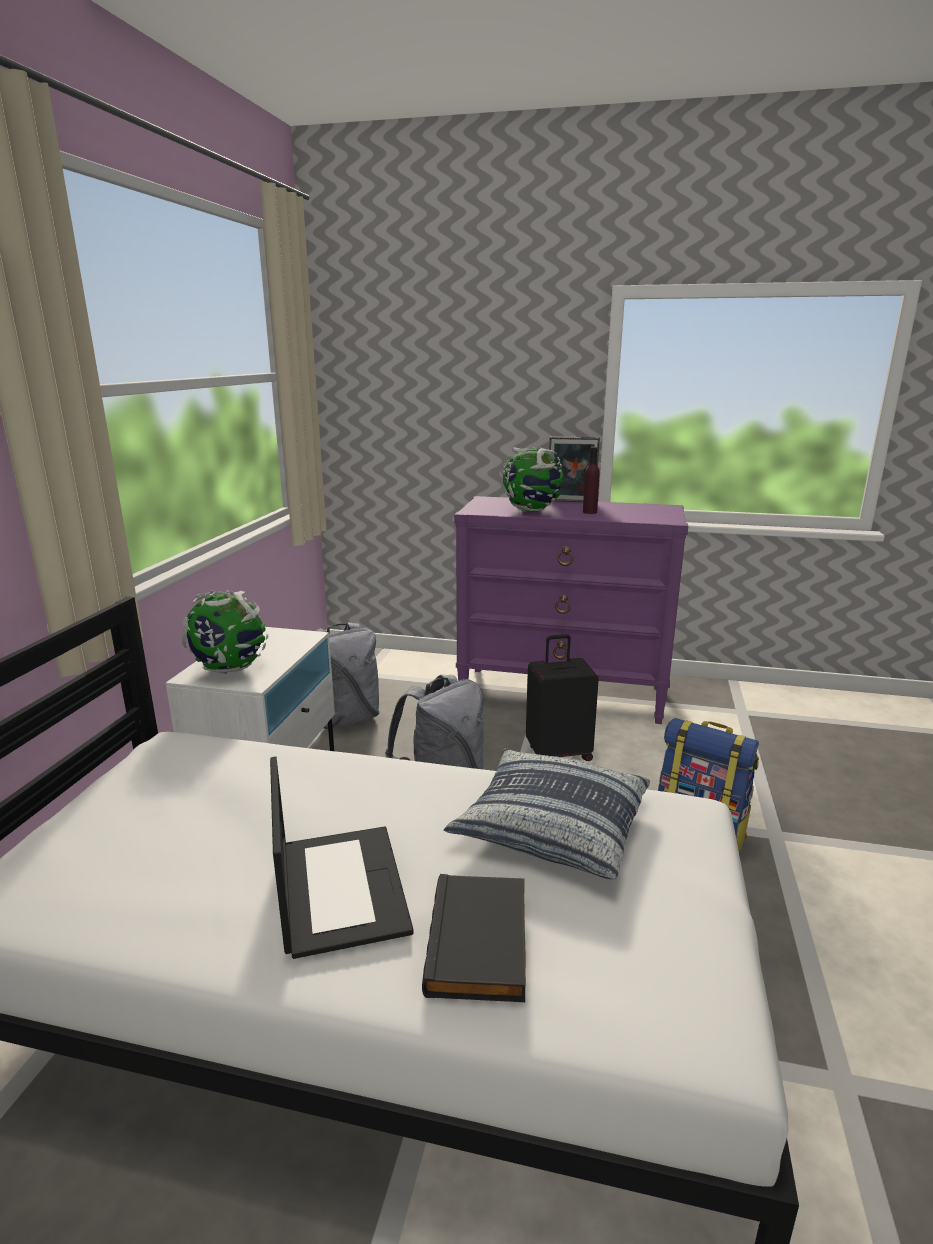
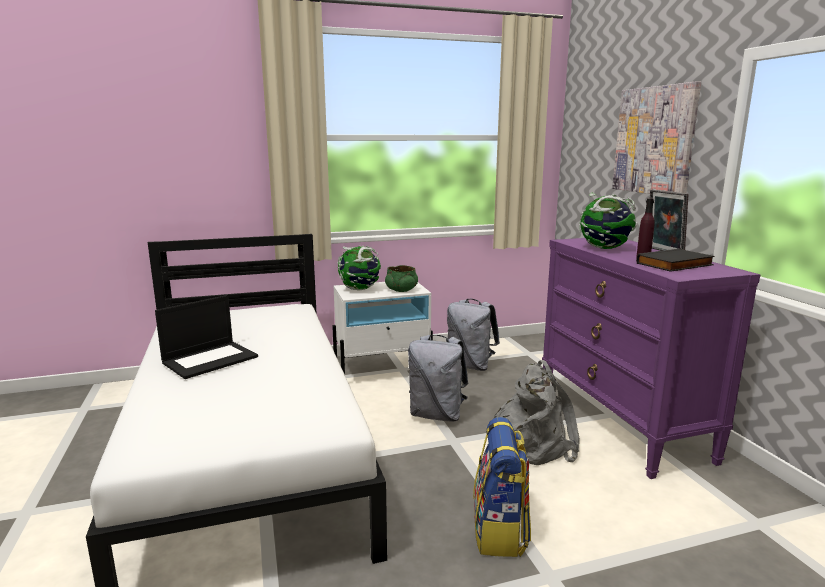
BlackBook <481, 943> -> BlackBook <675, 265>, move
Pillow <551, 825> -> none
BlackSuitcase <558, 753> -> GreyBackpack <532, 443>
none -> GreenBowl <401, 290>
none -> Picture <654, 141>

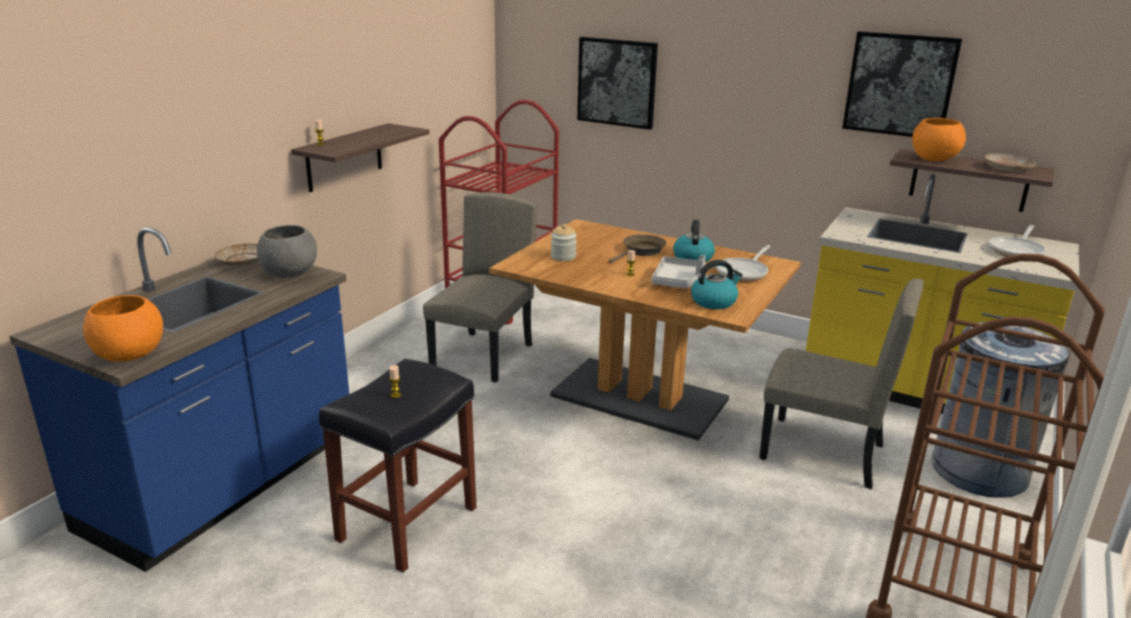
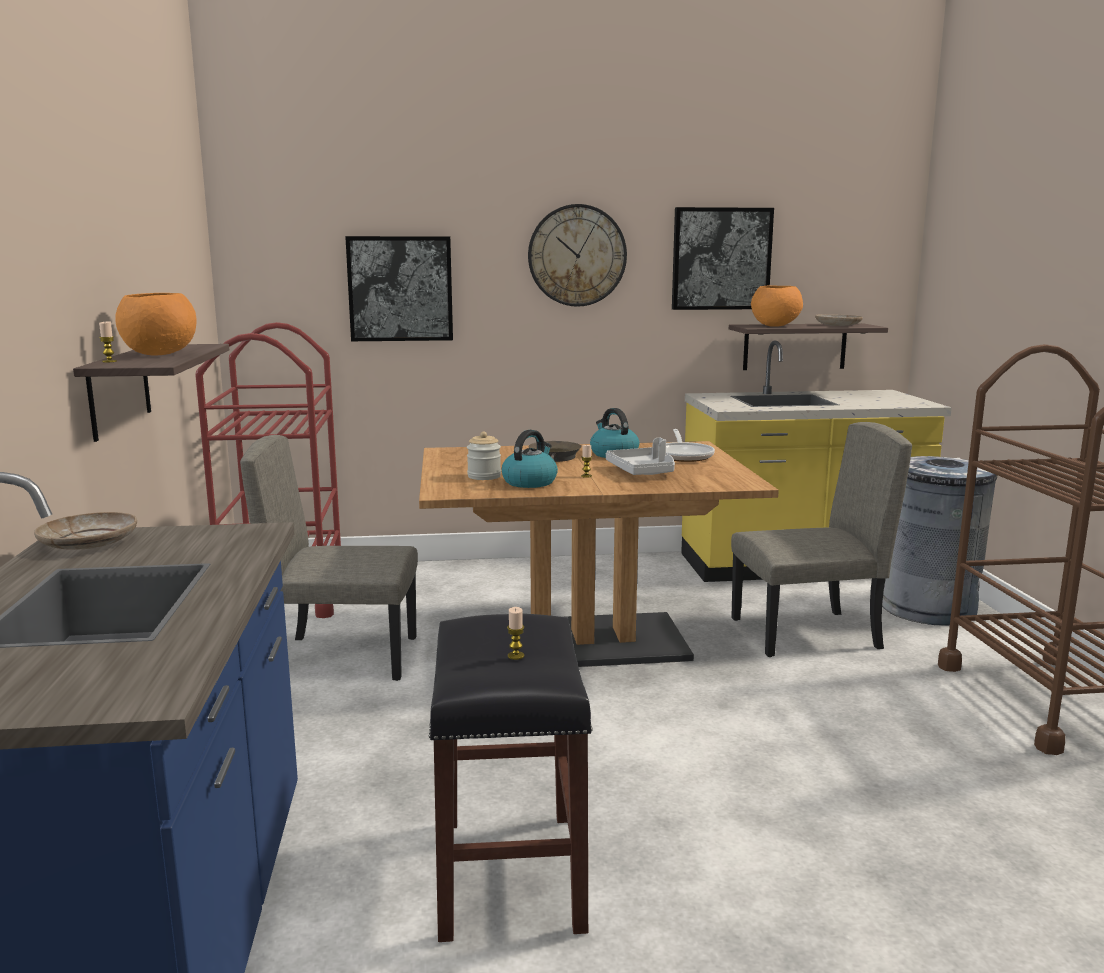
OrangeBowl <130, 356> -> OrangeBowl <161, 354>, move
GreyBowl <290, 274> -> none
BeigeChair <483, 356> -> BeigeChair <346, 657>, 75 degrees counterclockwise
Kettle <714, 301> -> Kettle <530, 482>, move
FryingPan <1017, 251> -> none
none -> WallClock <577, 255>

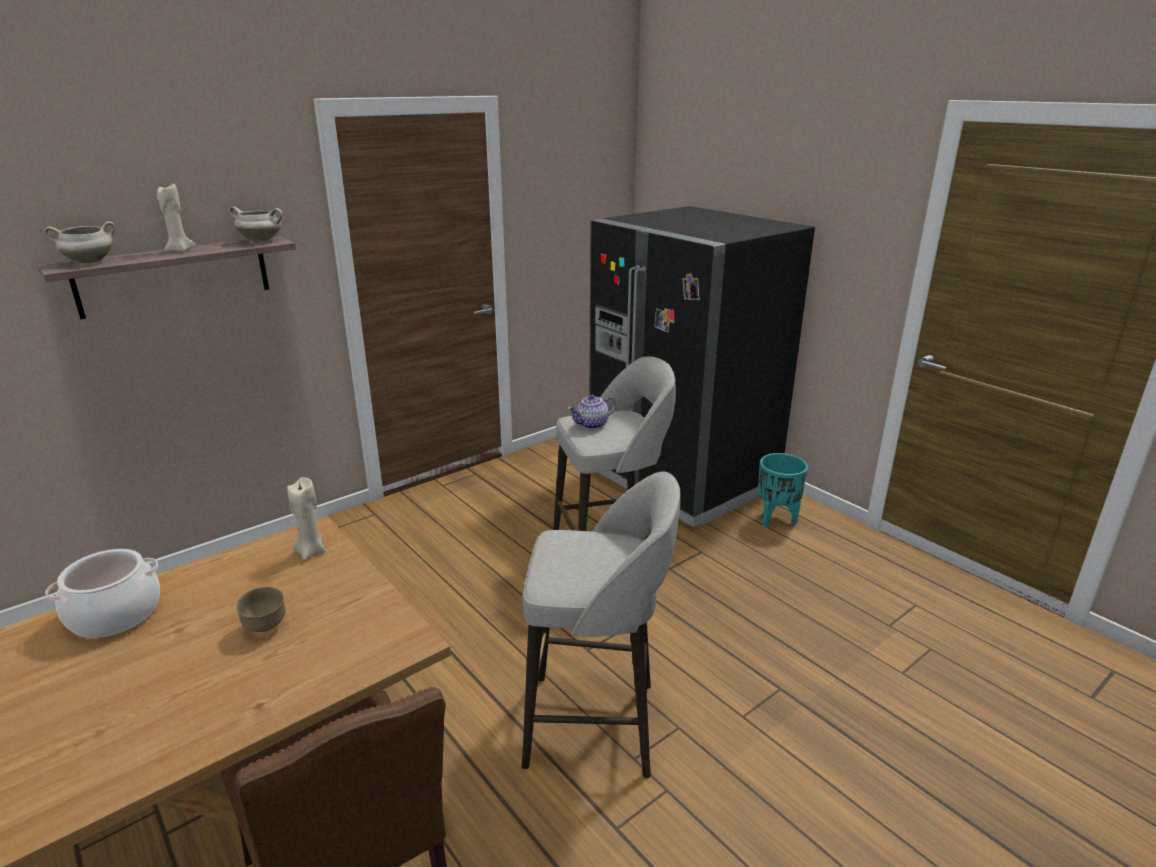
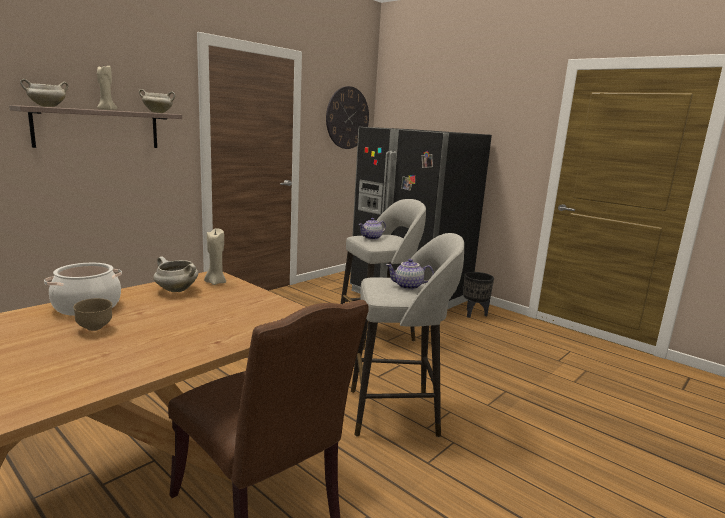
BrownBowl <266, 627> -> BrownBowl <95, 329>, move
TurquoisePlanter <776, 520> -> BlackPlanter <474, 314>
none -> WhiteCookingPot <175, 290>
none -> WallClock <347, 118>
none -> Teapot <408, 286>

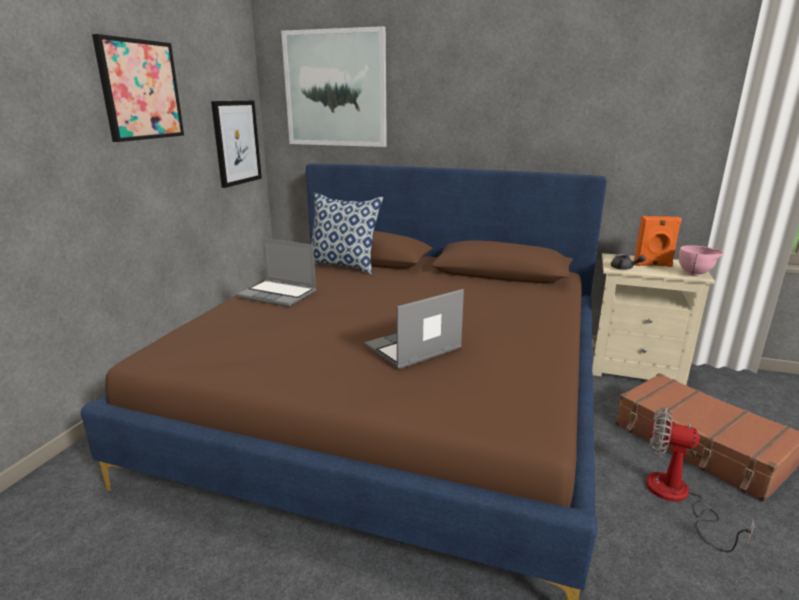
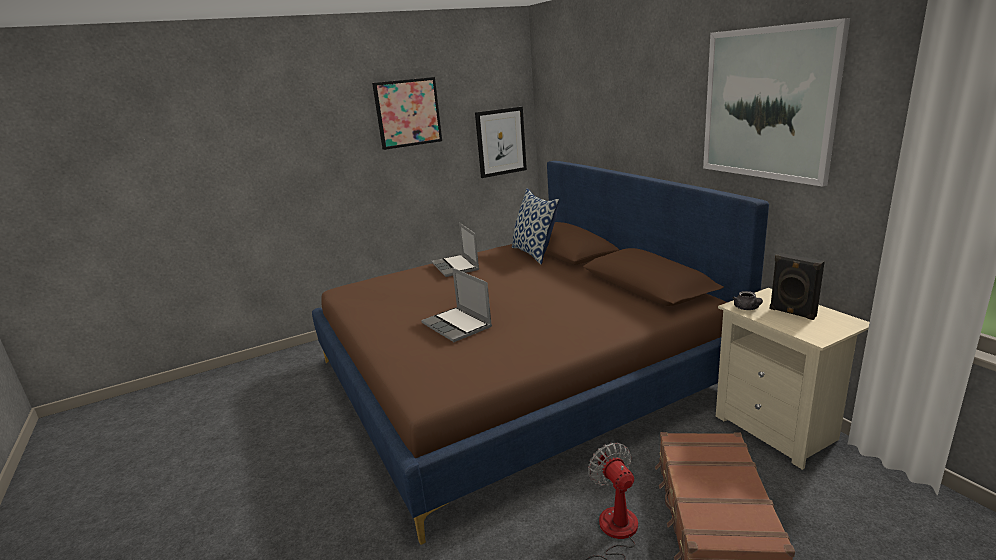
Picture <335, 89> -> Picture <767, 104>, move
Laptop <412, 349> -> Laptop <458, 325>, 135 degrees counterclockwise
OrangeSpeaker <652, 265> -> BlackSpeaker <792, 313>
PinkBowl <696, 274> -> none

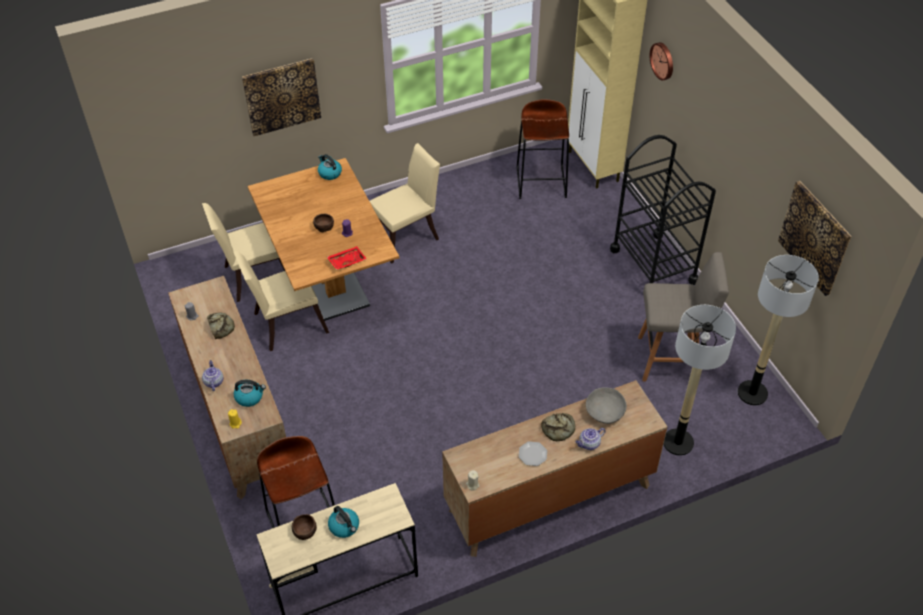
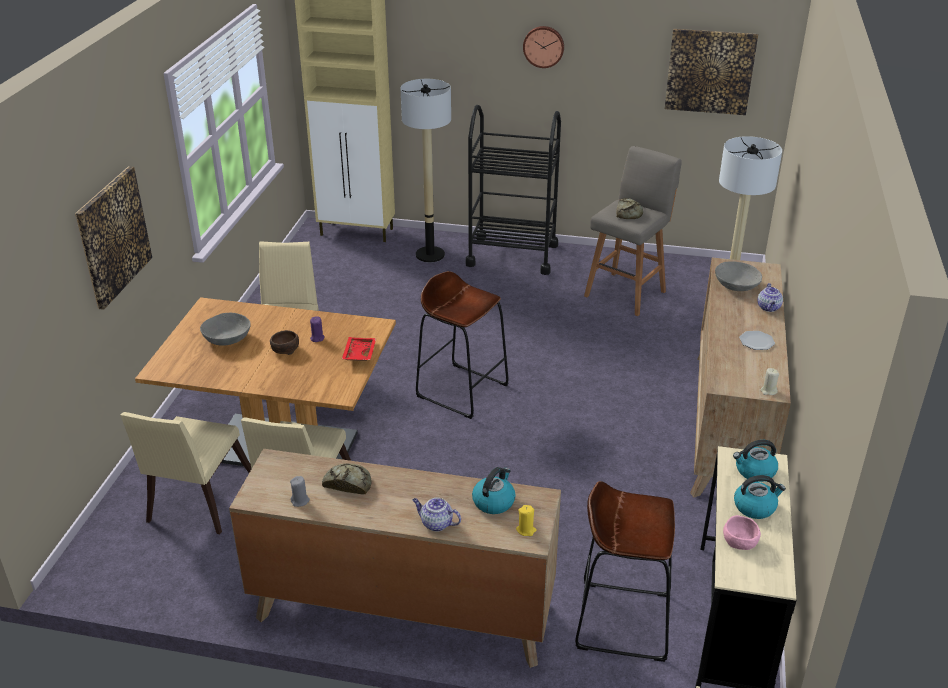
BrownBowl <304, 531> -> PinkBowl <740, 542>
Kettle <329, 173> -> Kettle <754, 471>, move
BrownStool <541, 182> -> BrownStool <462, 390>, move
Bread <559, 429> -> Bread <629, 213>, move
WallClock <663, 60> -> WallClock <543, 46>, move
FloorLamp <752, 393> -> FloorLamp <430, 255>, move
none -> GreyBowl <227, 338>

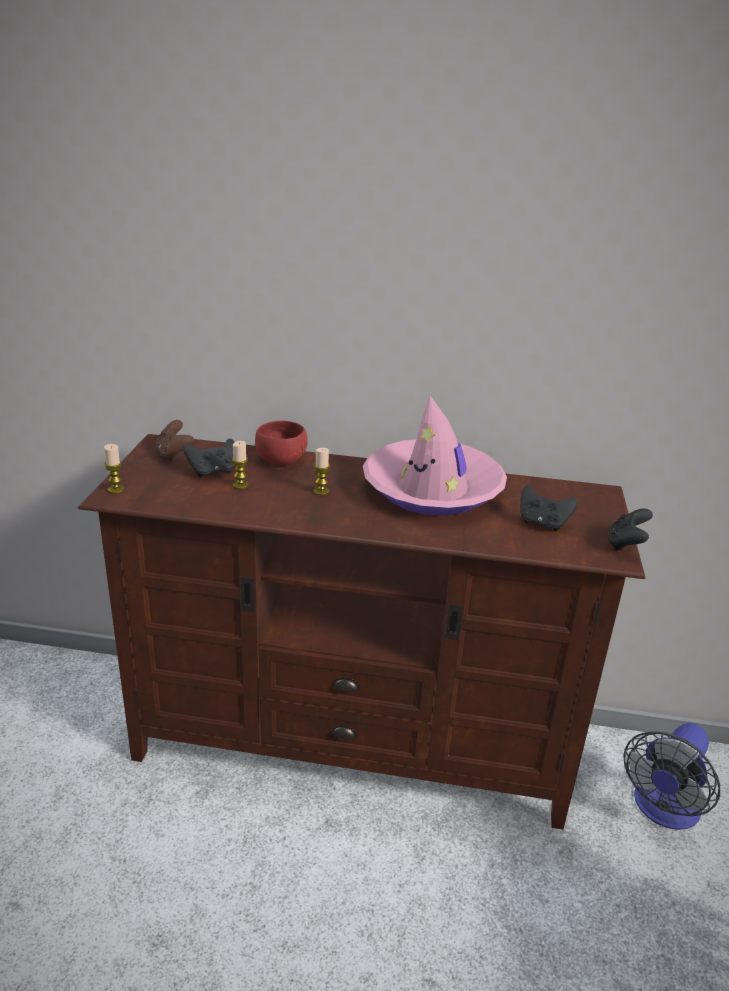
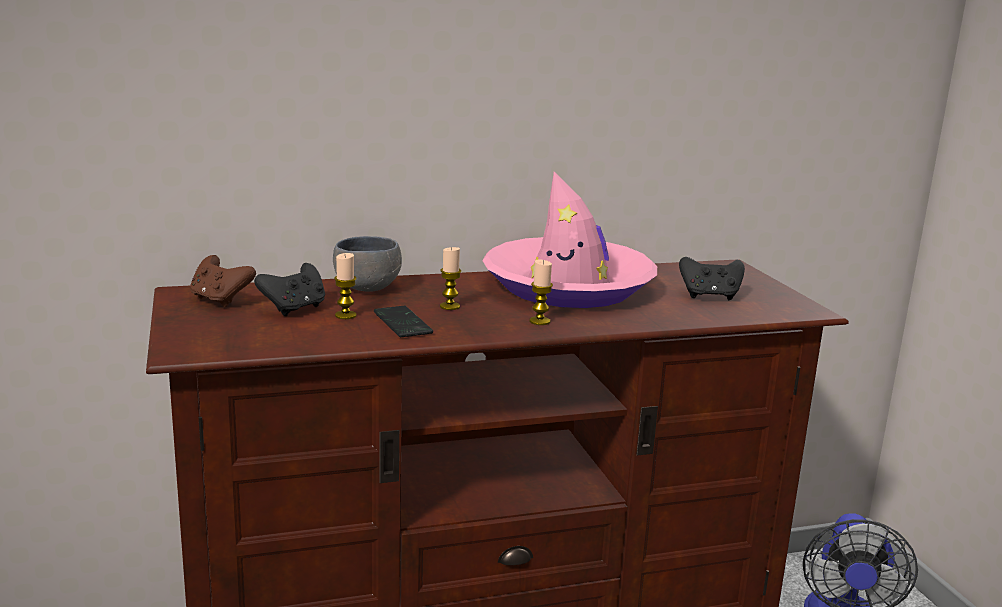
Candle <116, 489> -> Candle <539, 321>, move
RedBowl <279, 460> -> GreyBowl <364, 288>
BlackGameController <626, 544> -> none
none -> Phone <402, 323>

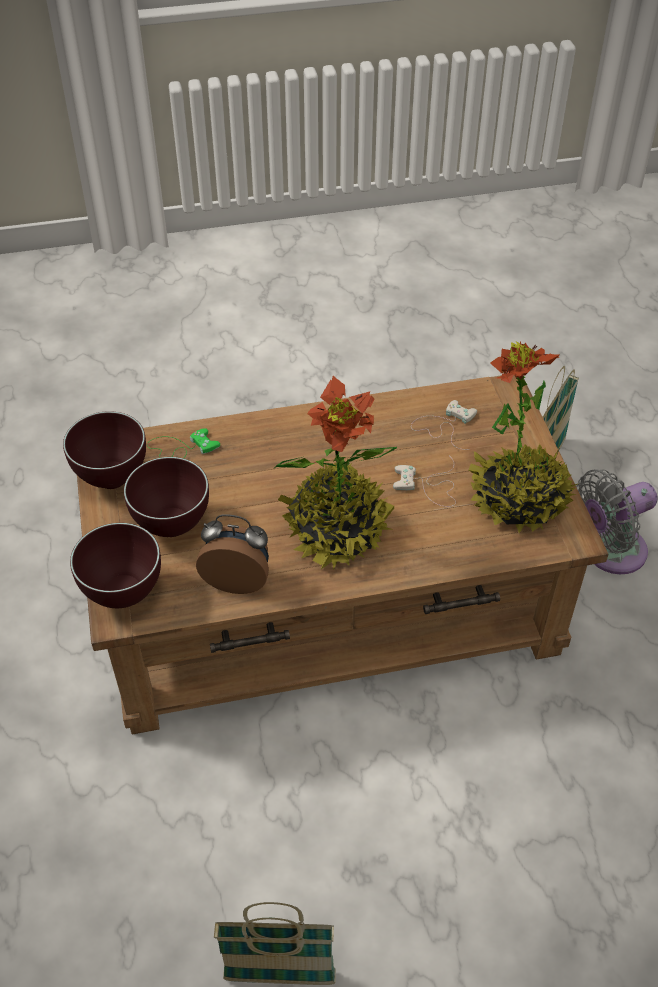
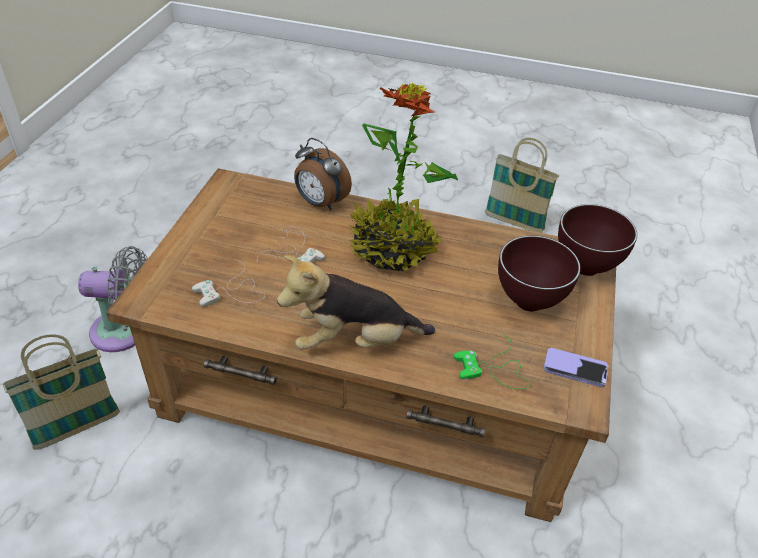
BrownBowl <111, 478> -> Phone <575, 369>
AlarmClock <237, 579> -> AlarmClock <320, 203>, move
PottedPlant <518, 499> -> none
none -> PlushToy <354, 341>

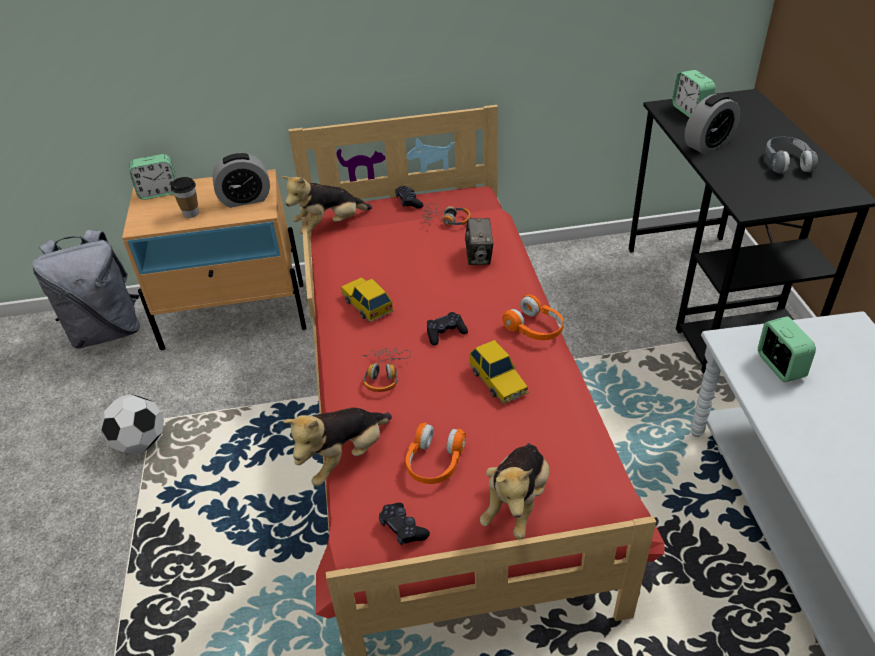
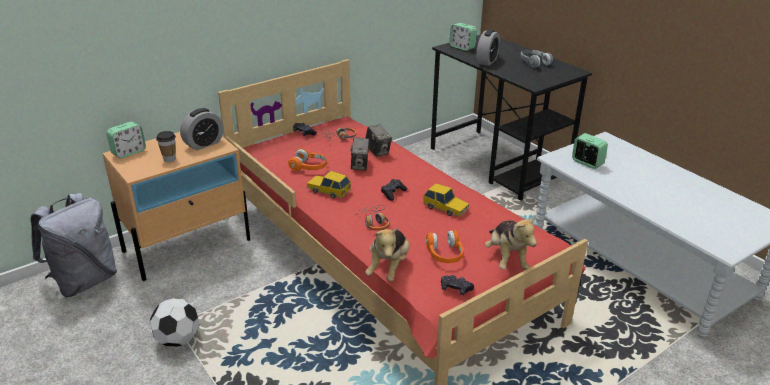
PlushToy <329, 226> -> none
OrangeHeadphones <535, 329> -> OrangeHeadphones <309, 167>, move
none -> PhotoCamera <360, 165>

